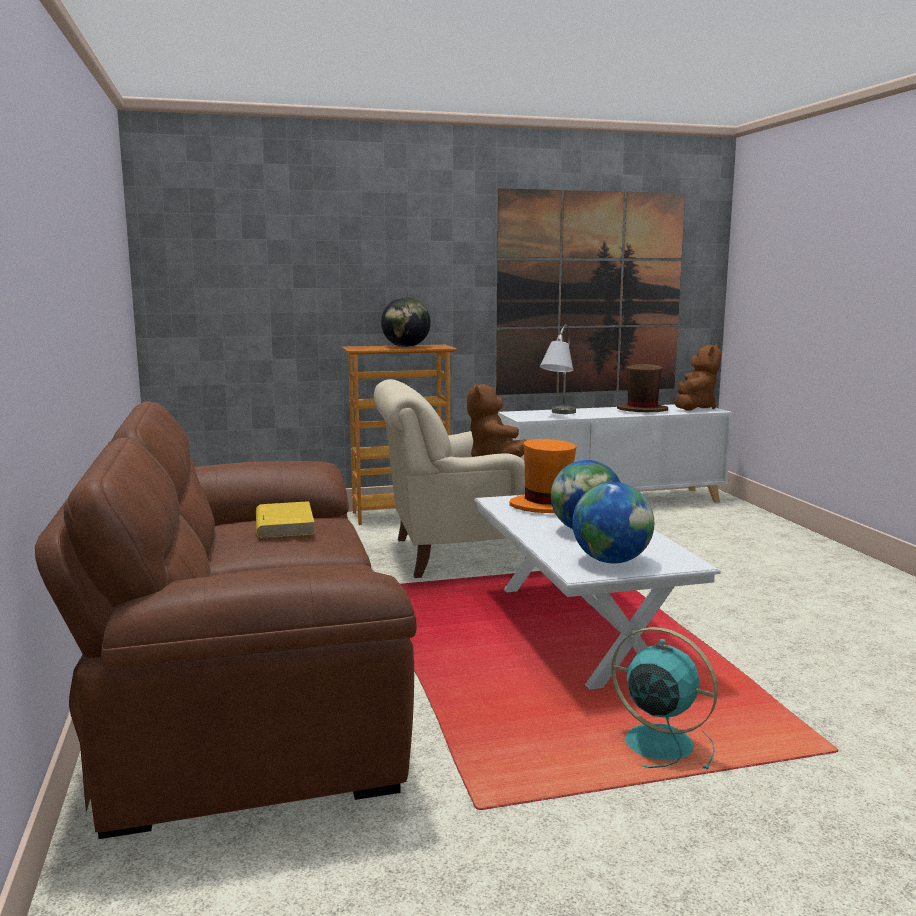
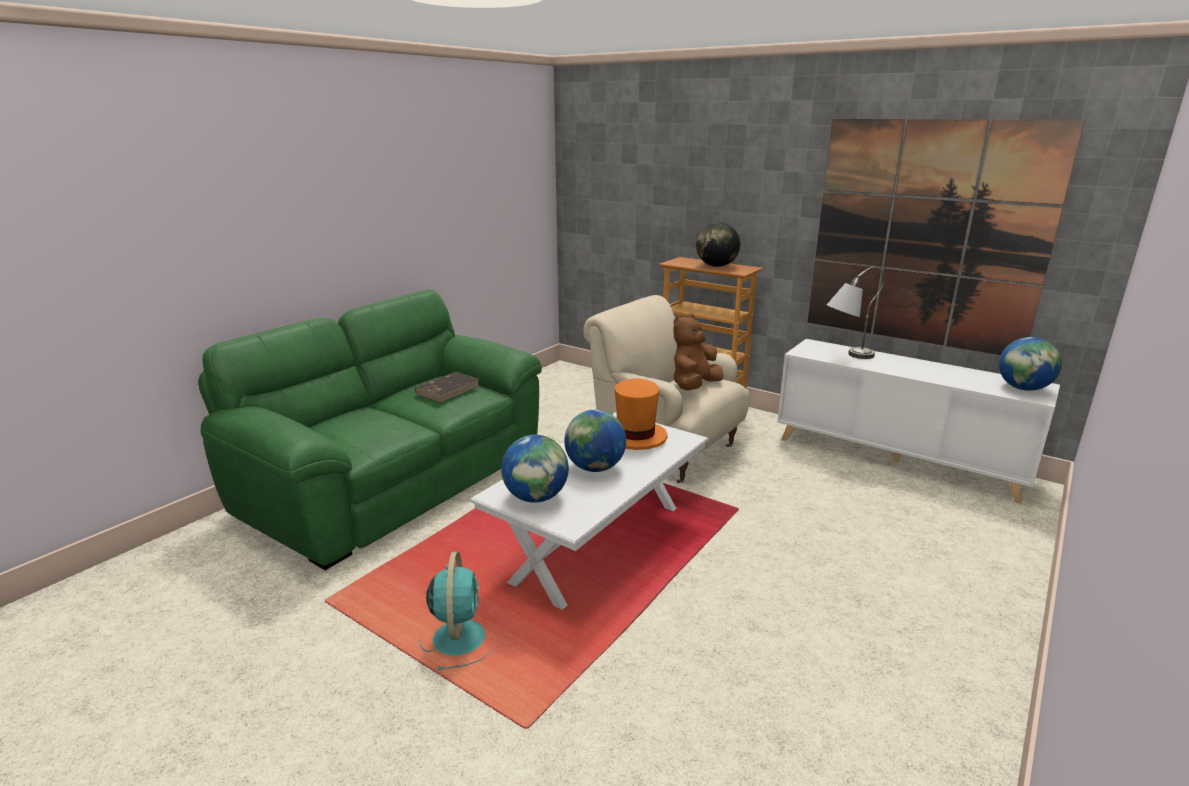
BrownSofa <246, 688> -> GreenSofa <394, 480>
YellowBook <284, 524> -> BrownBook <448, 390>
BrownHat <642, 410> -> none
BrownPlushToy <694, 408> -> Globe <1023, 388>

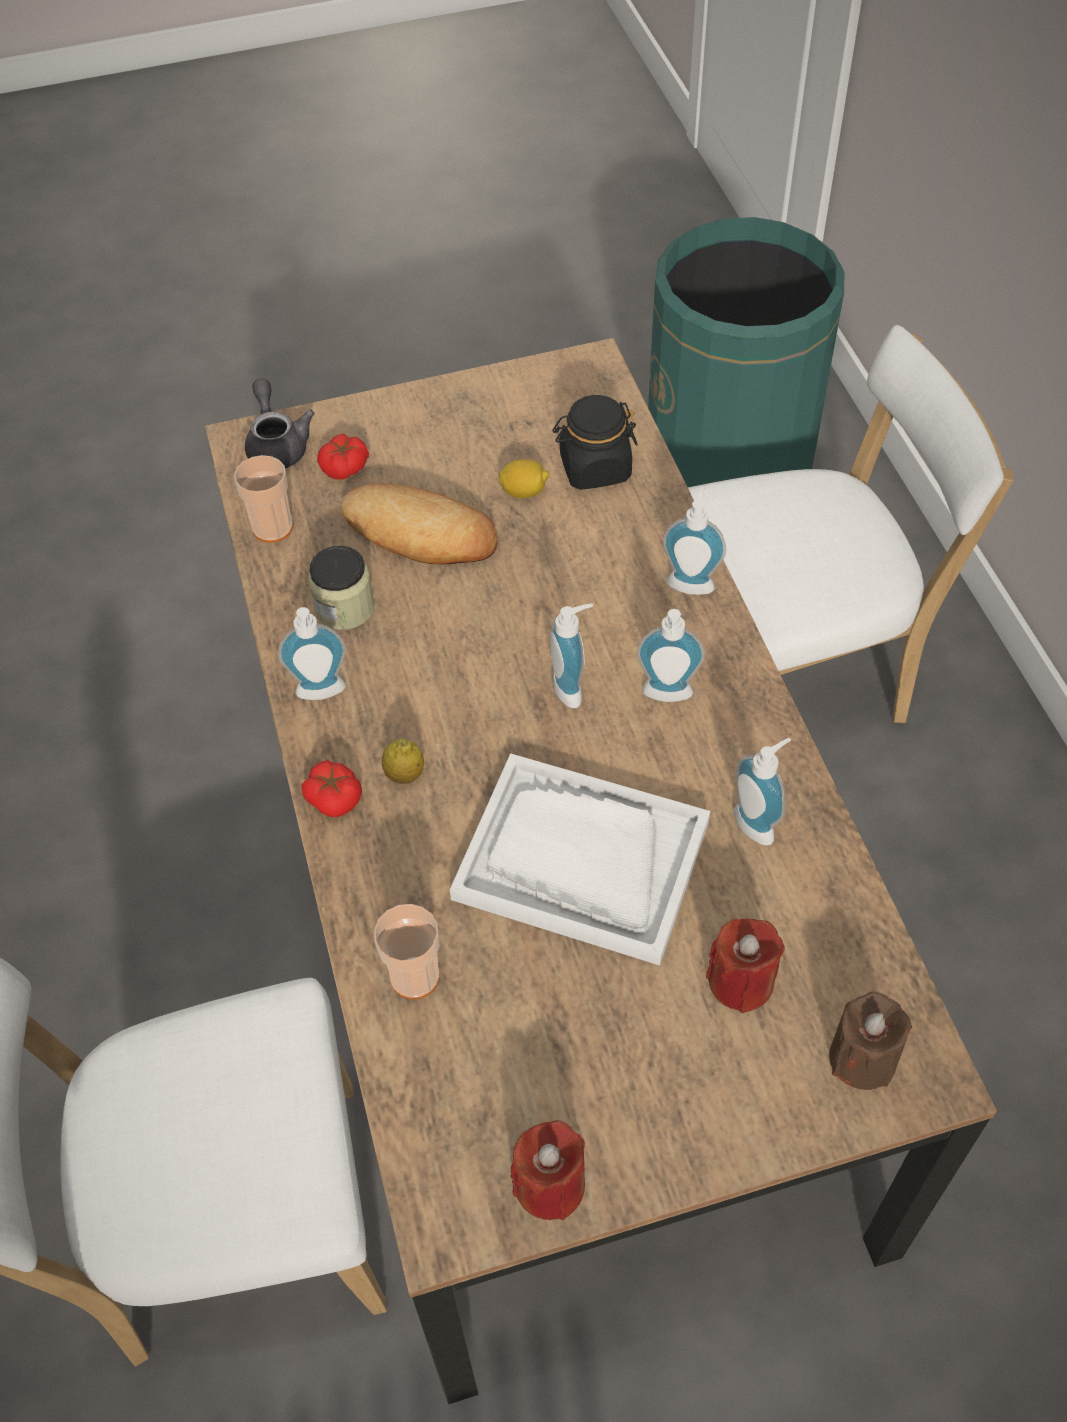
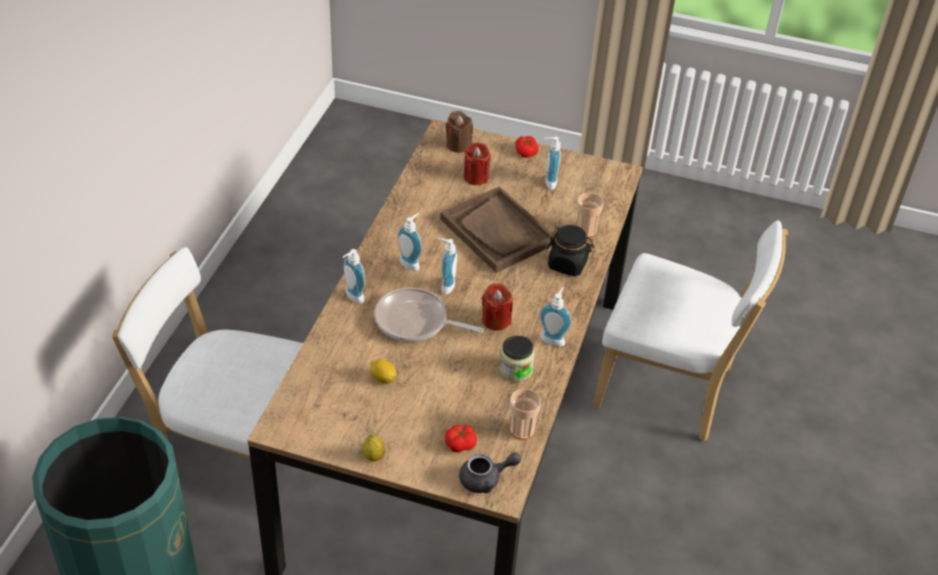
GreyTeapot <277, 444> -> GreyTeapot <486, 479>, 120 degrees counterclockwise
Tomato <334, 797> -> Tomato <526, 152>, move
Bread <420, 532> -> none
Lemon <405, 774> -> Lemon <373, 456>, move
WhiteTray <581, 860> -> BrownTray <497, 232>
RedCandle <550, 1185> -> RedCandle <496, 320>, move
BlackJar <594, 468> -> BlackJar <568, 264>, move
SoapDispenser <758, 822> -> SoapDispenser <548, 182>, move
none -> FryingPan <415, 322>

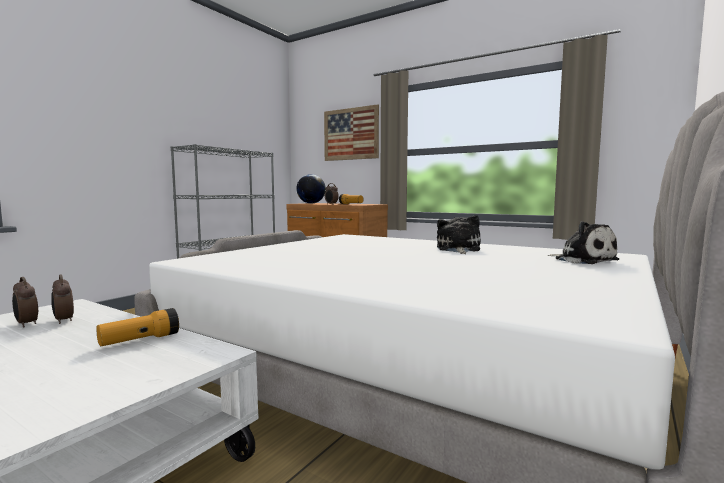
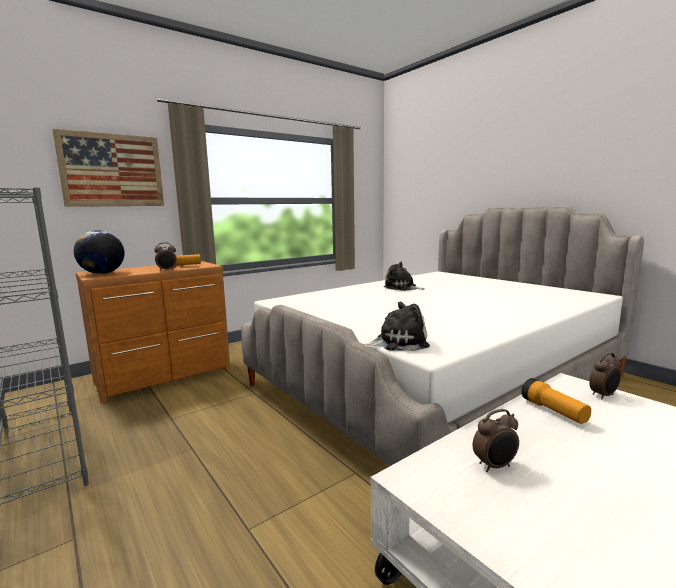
AlarmClock <26, 324> -> AlarmClock <603, 395>, move
PlushToy <583, 260> -> PlushToy <398, 342>, move

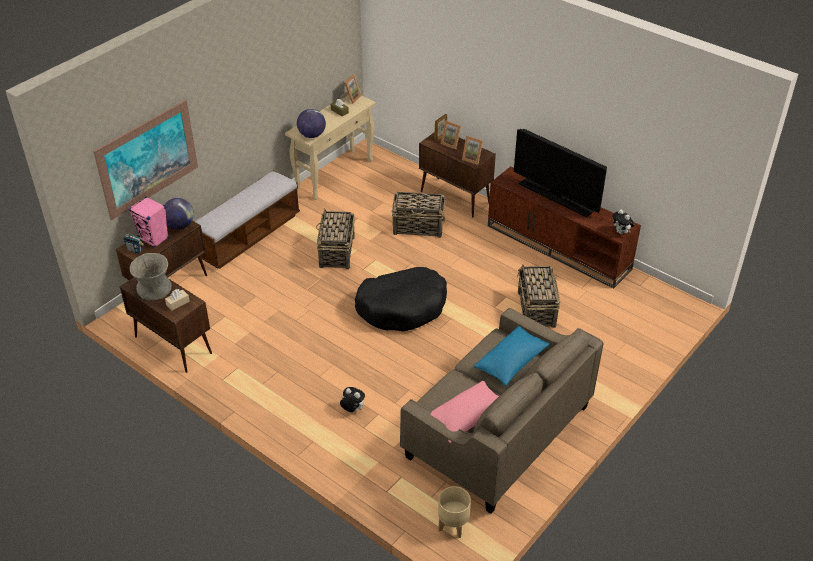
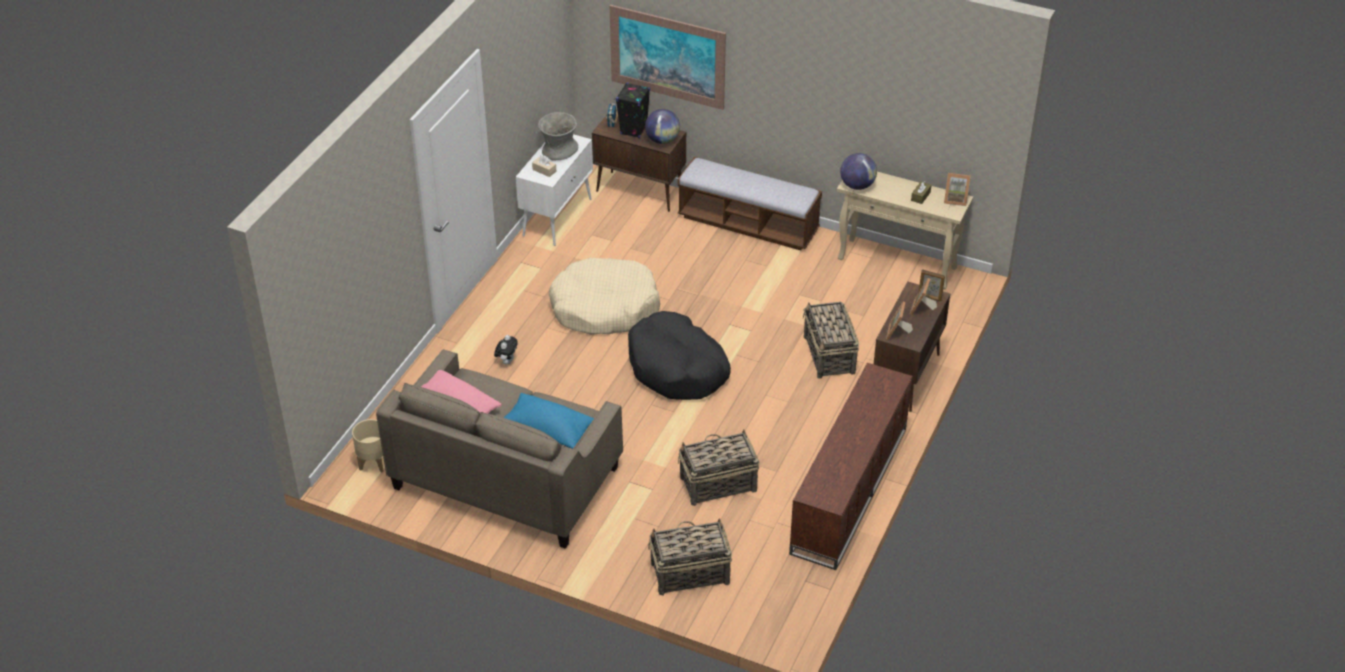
BrownCabinet <172, 345> -> WhiteCabinet <557, 217>
PinkSpeaker <154, 239> -> BlackSpeaker <633, 130>
Basket <336, 252> -> Basket <689, 573>, move
Television <556, 197> -> none
PlushToy <621, 232> -> none
none -> BeigeDogBed <604, 308>

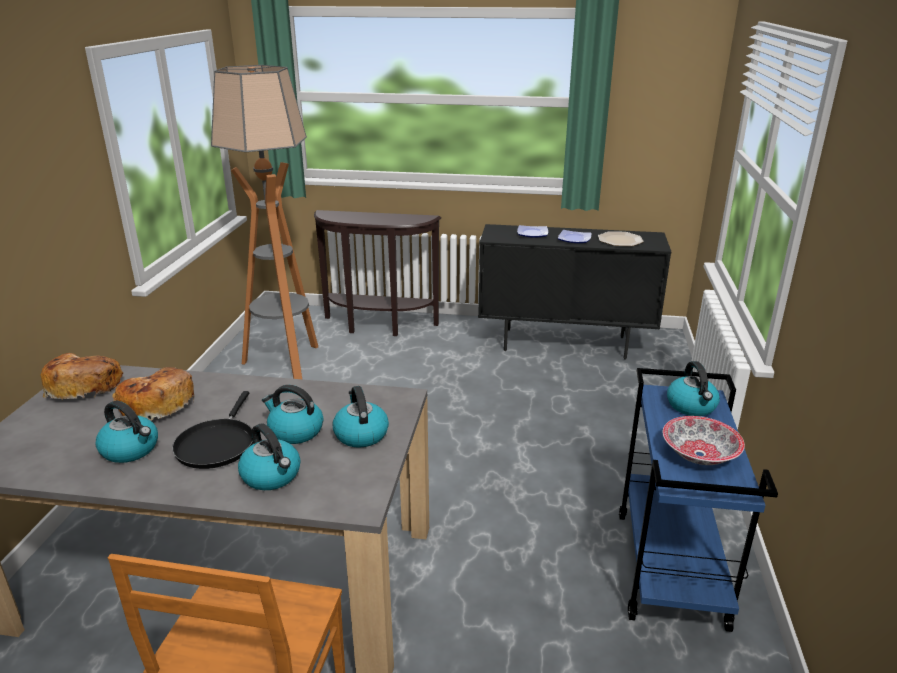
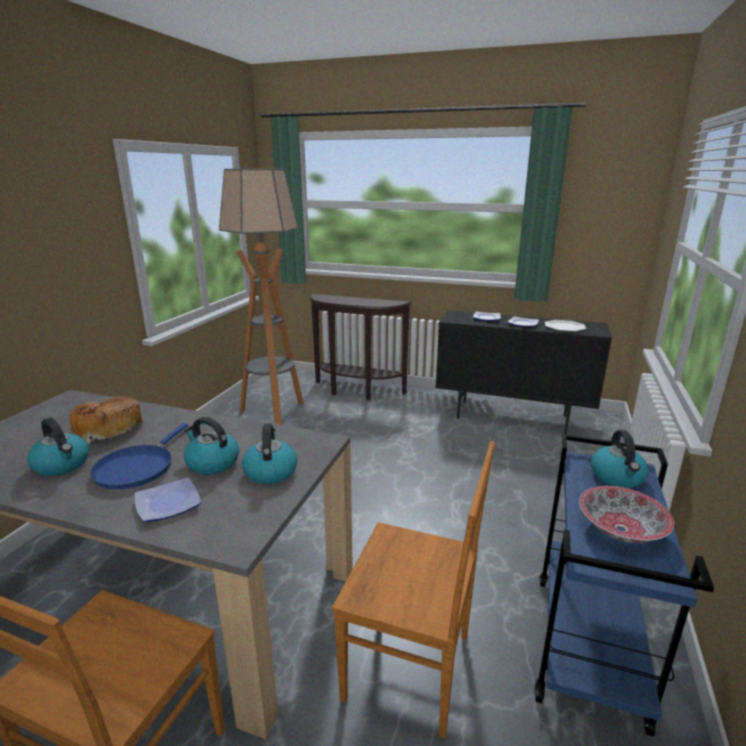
Bread <84, 386> -> none
BlackFryingPan <217, 444> -> BlueFryingPan <137, 467>
Kettle <272, 476> -> Plate <169, 503>
none -> BrownChair <412, 668>

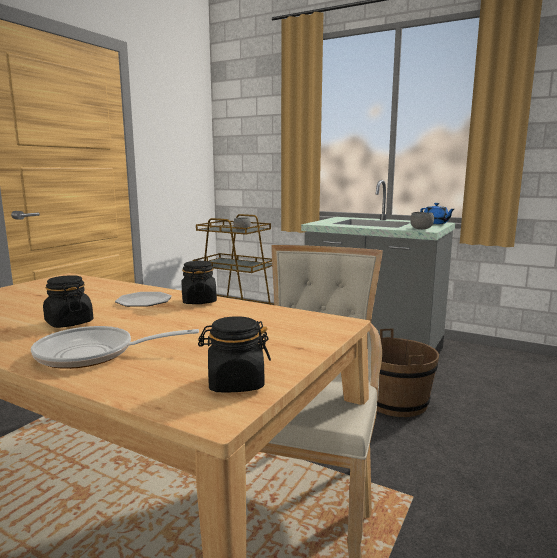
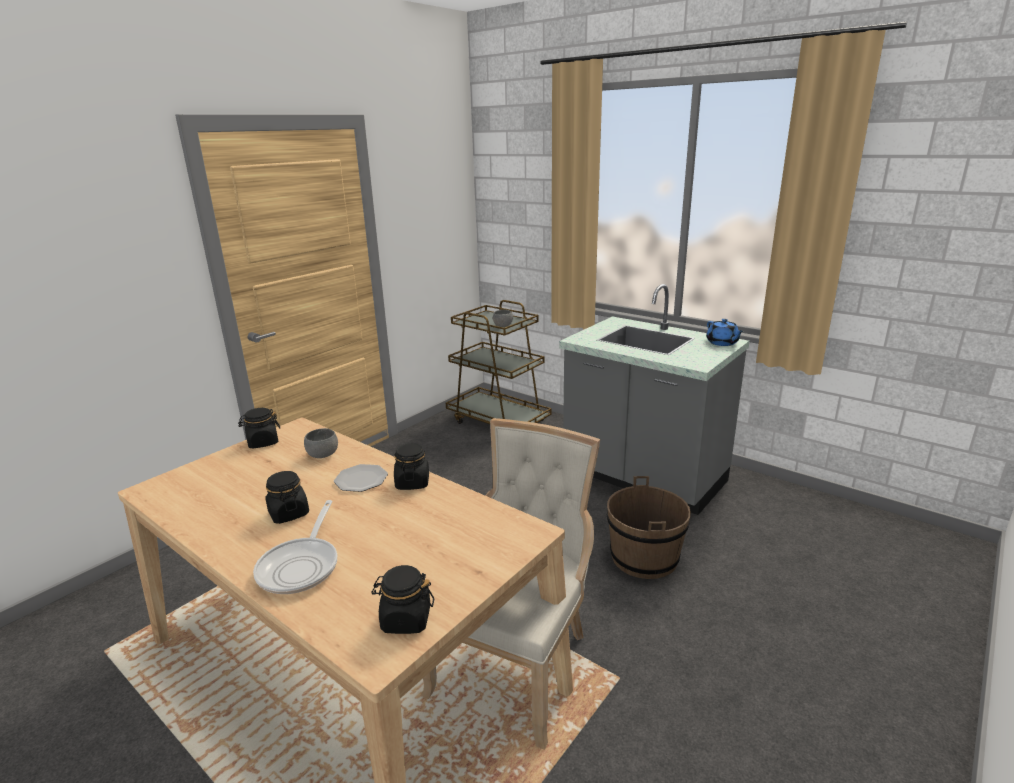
FryingPan <93, 354> -> FryingPan <301, 566>, 90 degrees counterclockwise
GreyBowl <421, 229> -> GreyBowl <323, 455>, move
none -> BlackJar <263, 442>

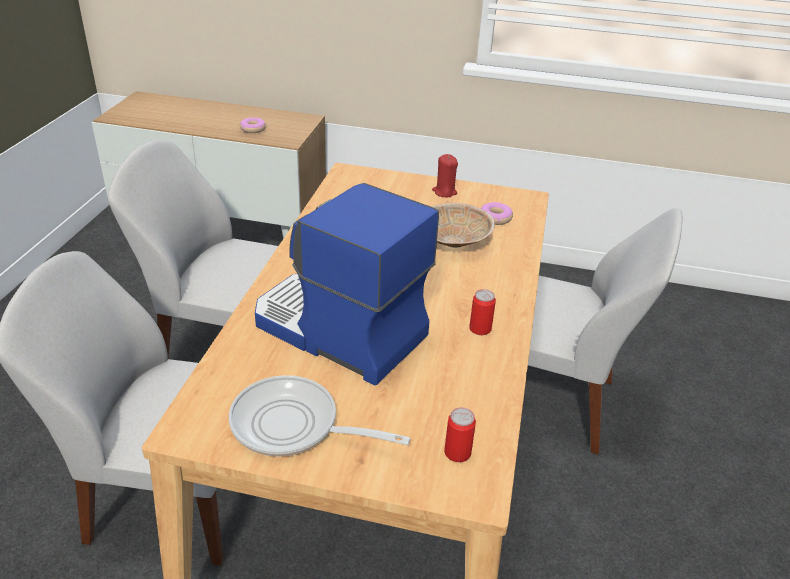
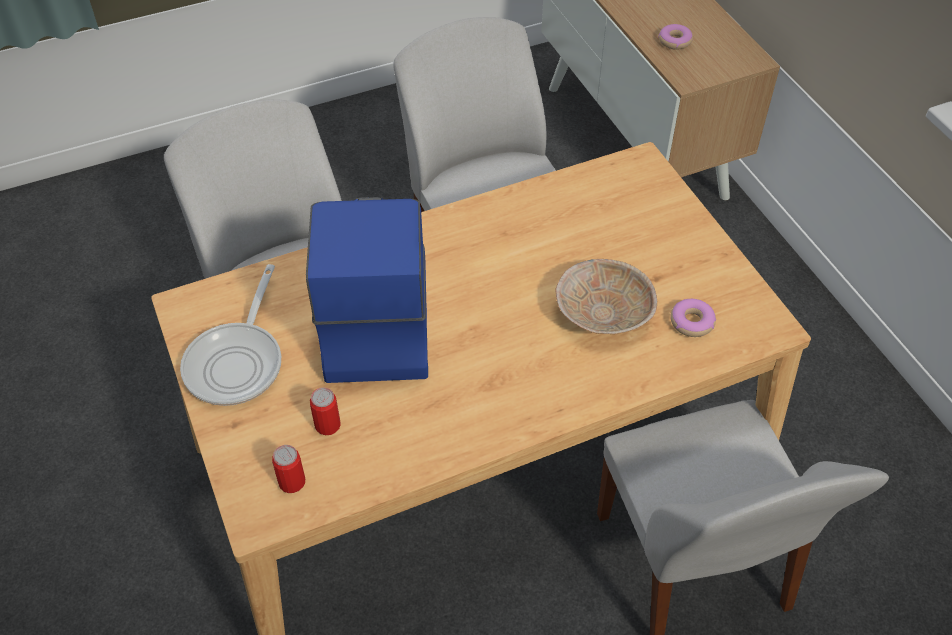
FryingPan <293, 426> -> FryingPan <238, 362>, 150 degrees counterclockwise
RedCandle <444, 192> -> none
Can <480, 329> -> Can <327, 425>, move

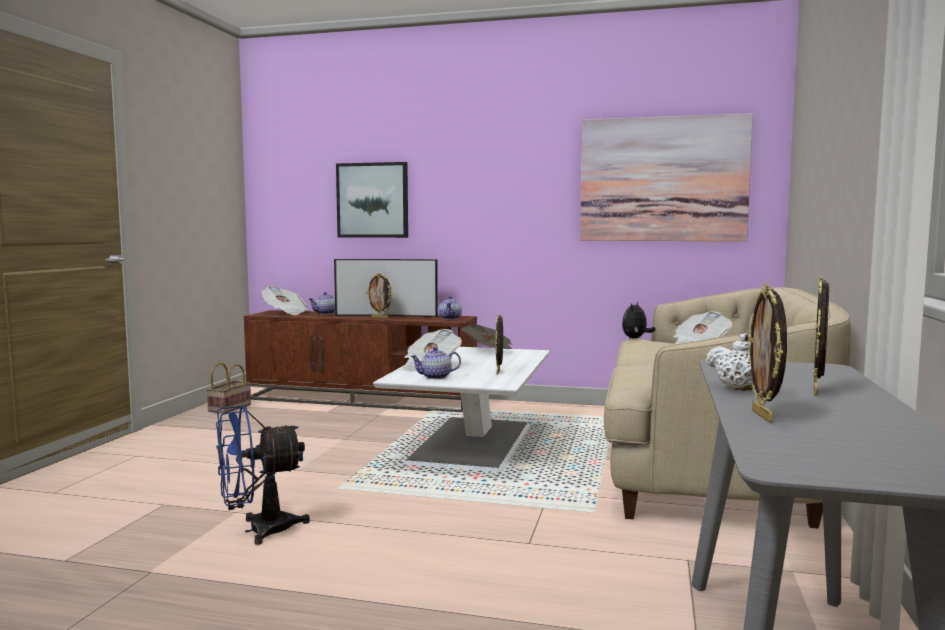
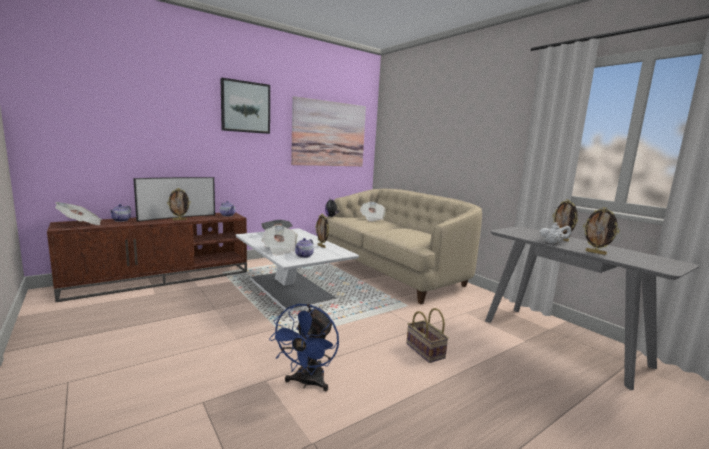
Basket <229, 408> -> Basket <424, 350>, move
Picture <373, 200> -> Picture <245, 107>, move

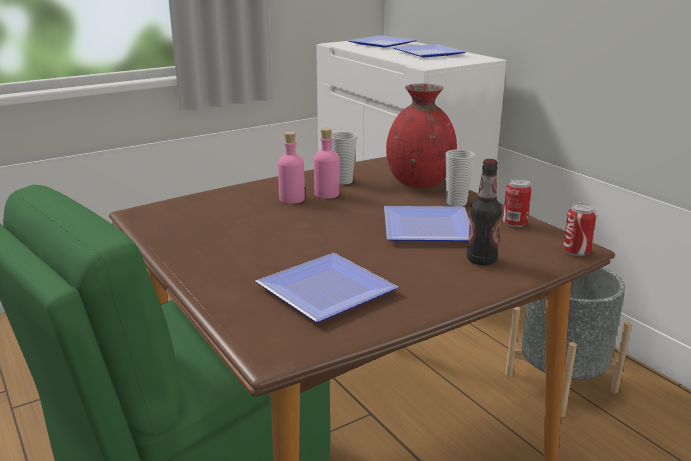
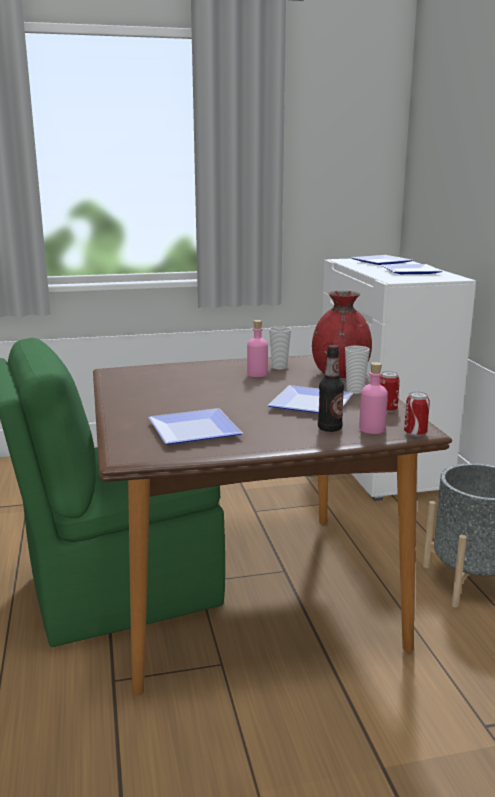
PinkBottle <292, 199> -> PinkBottle <372, 429>, move

